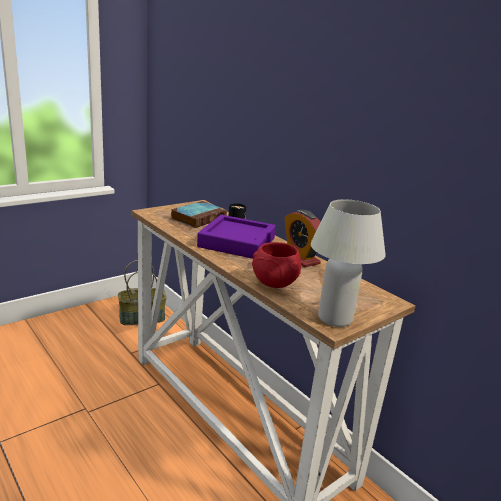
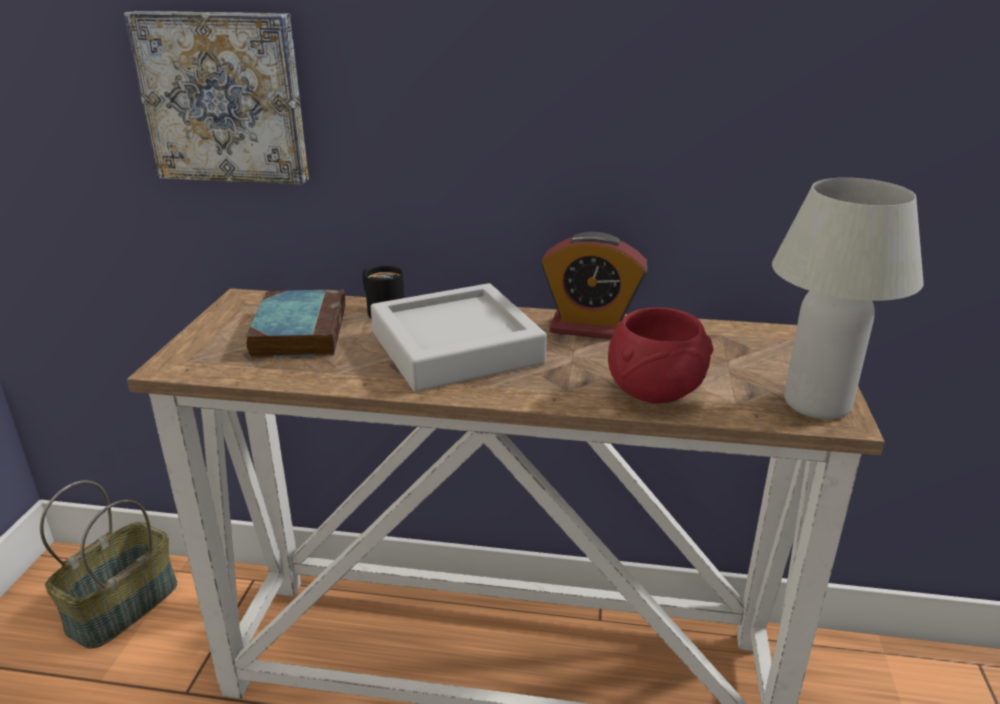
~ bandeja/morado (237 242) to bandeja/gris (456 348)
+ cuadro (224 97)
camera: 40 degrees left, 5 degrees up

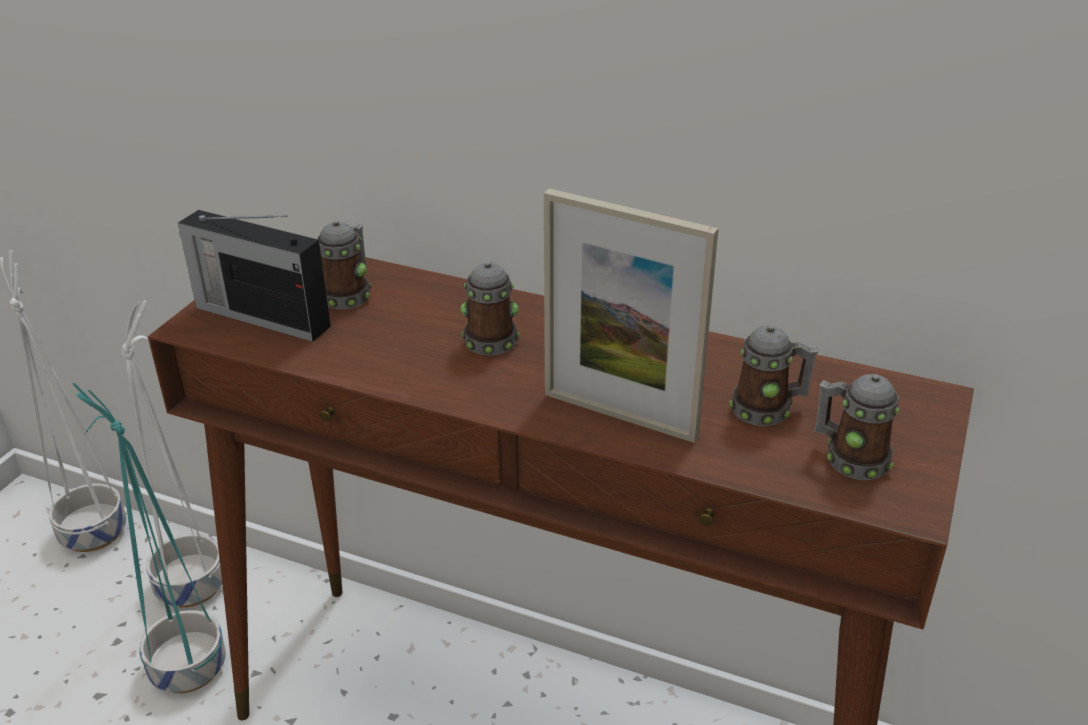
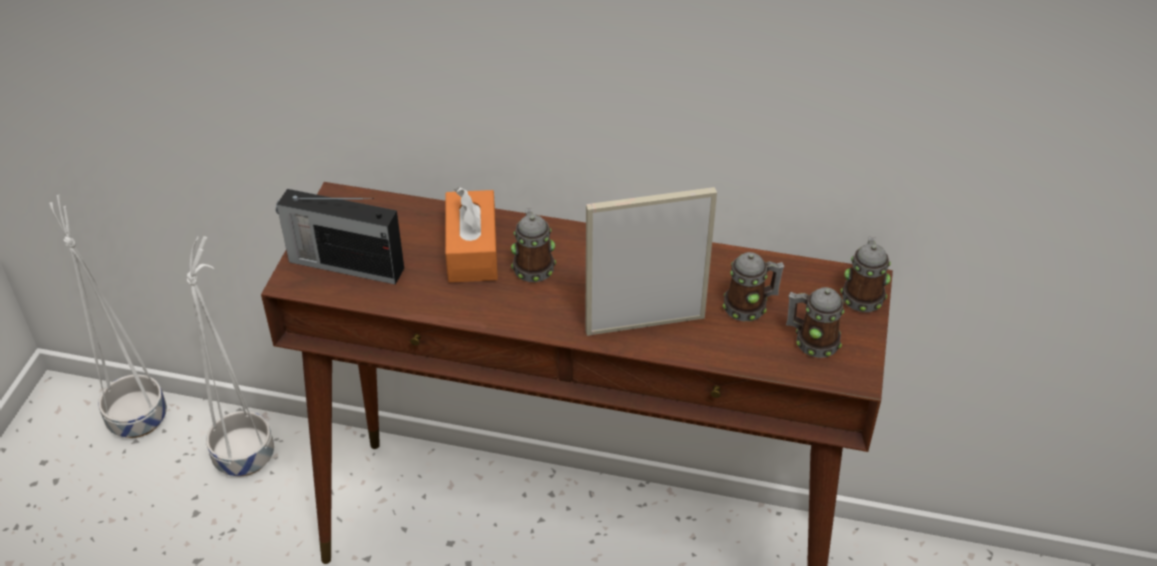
- maceta/turquesa (185 668)
~ taza grande (349 294) to (862 294)
~ portarretratos (619 415) = (645 324) 150 degrees clockwise
+ caja de pañuelos/naranja (472 250)
camera: 10 degrees left, 10 degrees up

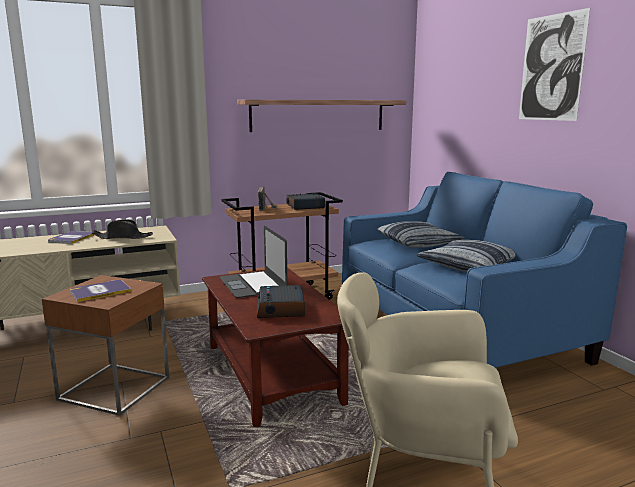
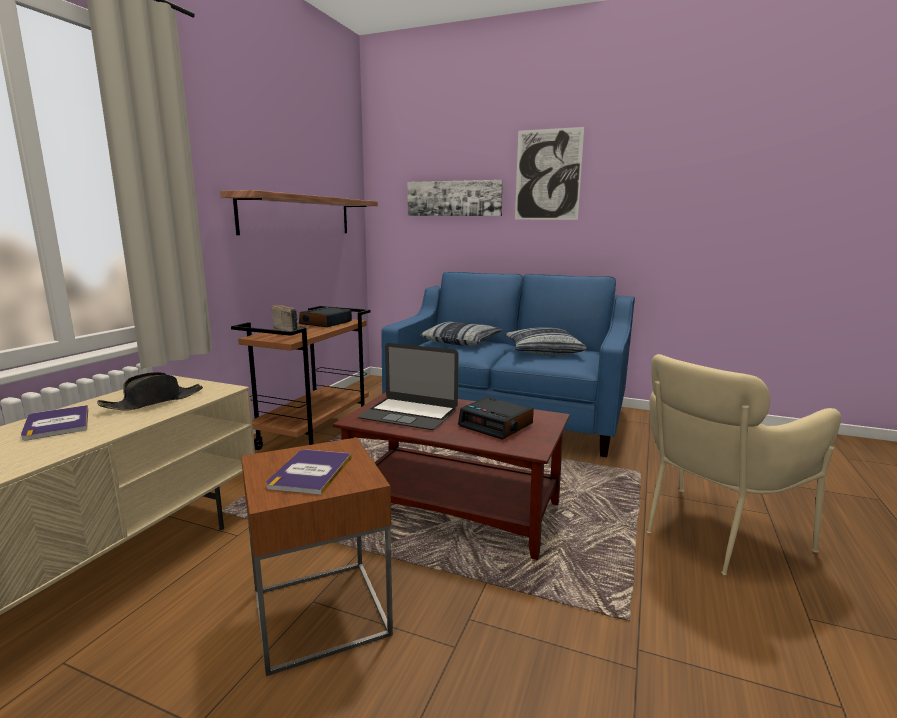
+ cuadro (454 198)
camera: 45 degrees left, 0 degrees up

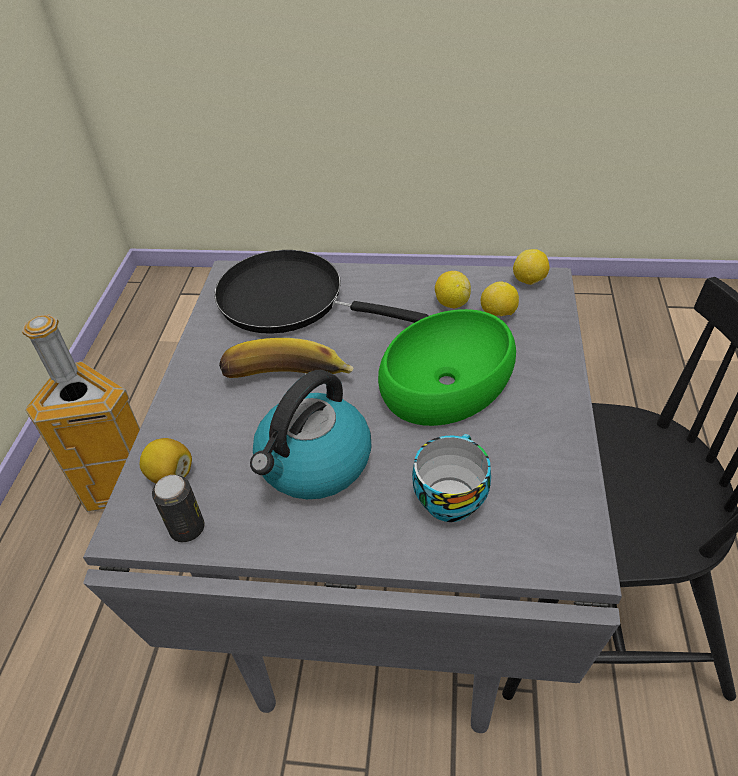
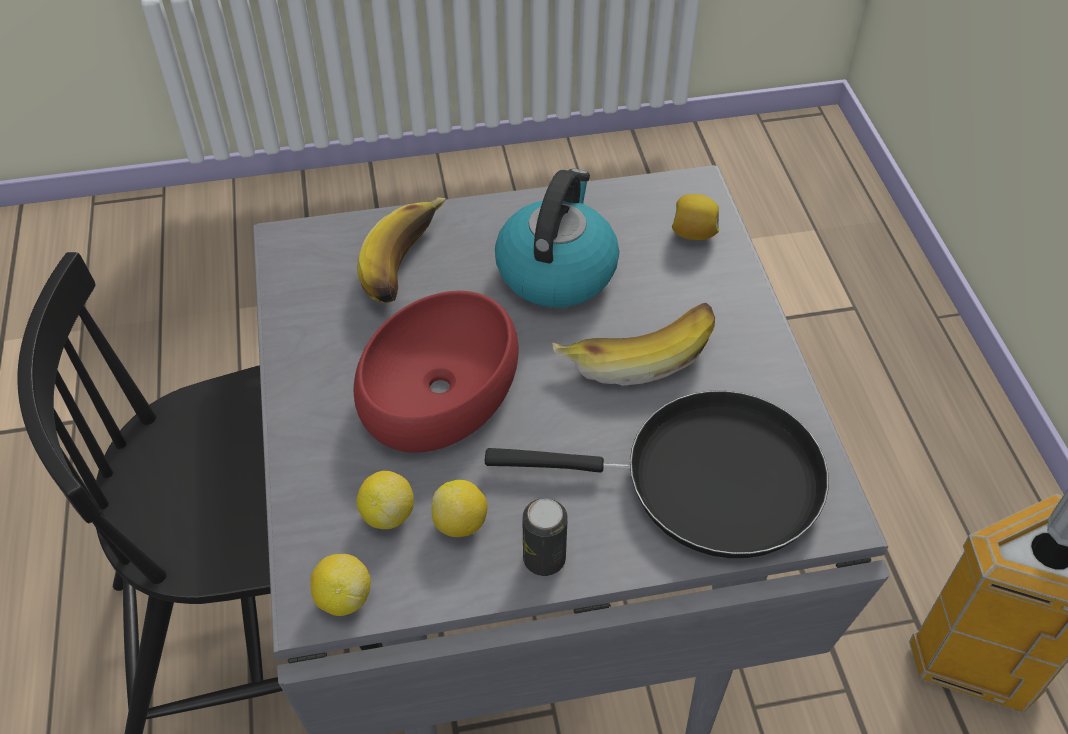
~ lata (187 528) to (544 559)
~ cuenco/verde (446 381) to cuenco/rojo (440 390)
~ taza (449 496) to plátano (411 266)
camera: 160 degrees right, 5 degrees up

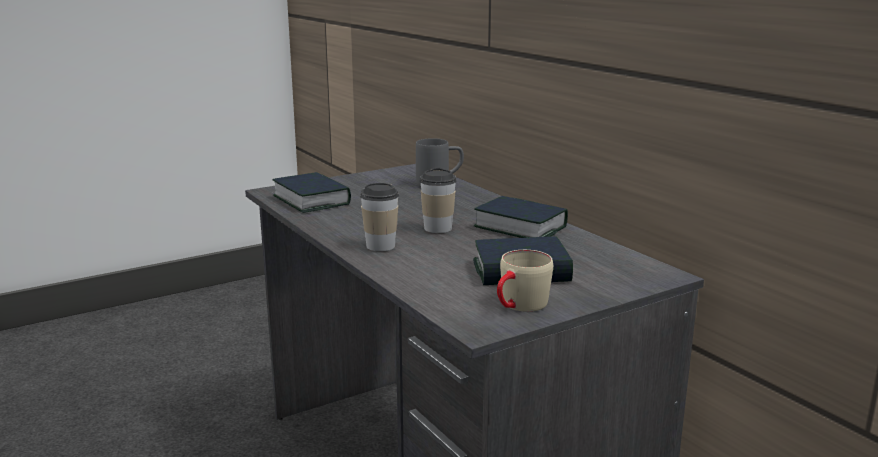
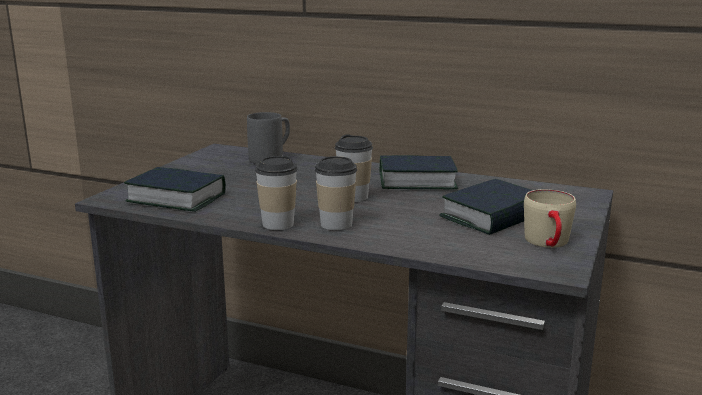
+ taza (278 224)
camera: 35 degrees left, 0 degrees up

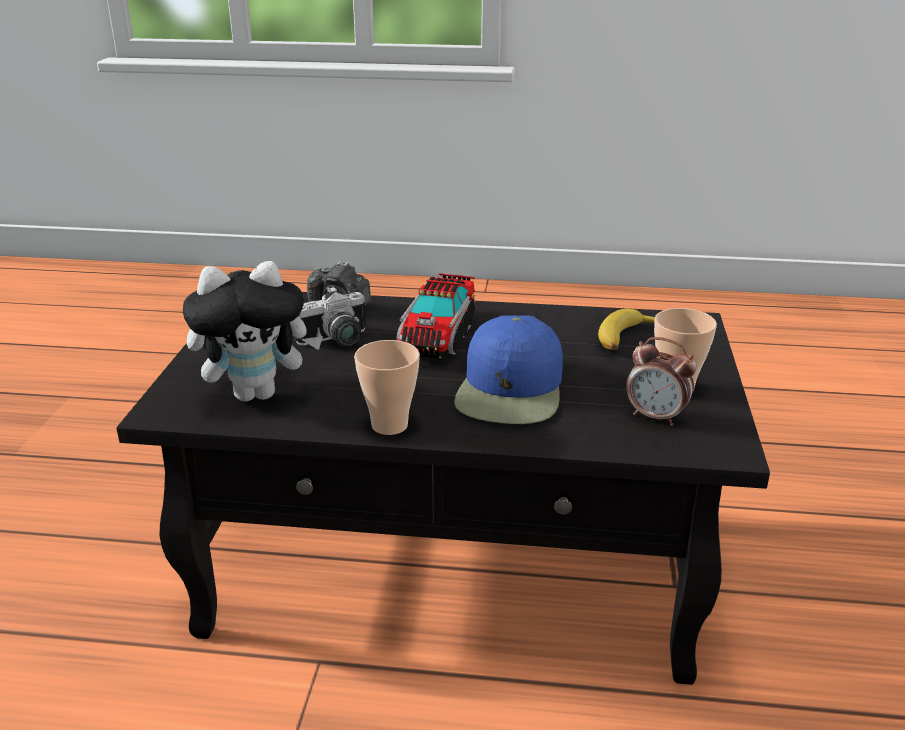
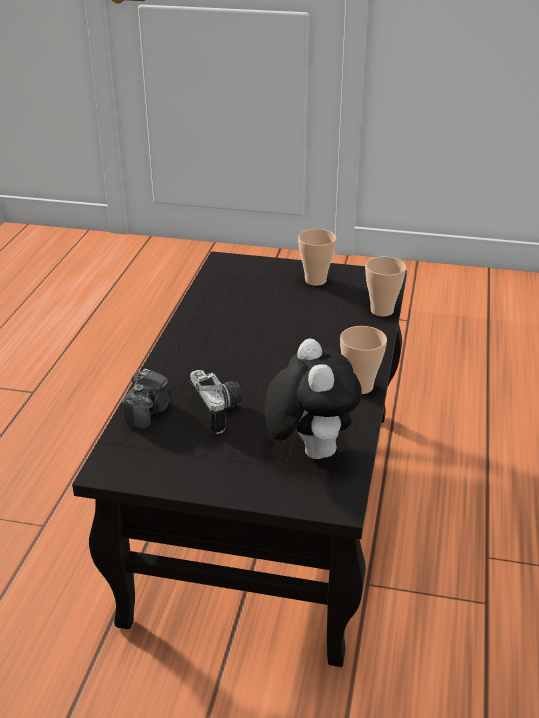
- camión de juguete (438 336)
- gorra/azul (511 390)
- plátano (625 339)
- despertador (656 417)
+ taza (382 311)
camera: 85 degrees left, 5 degrees up

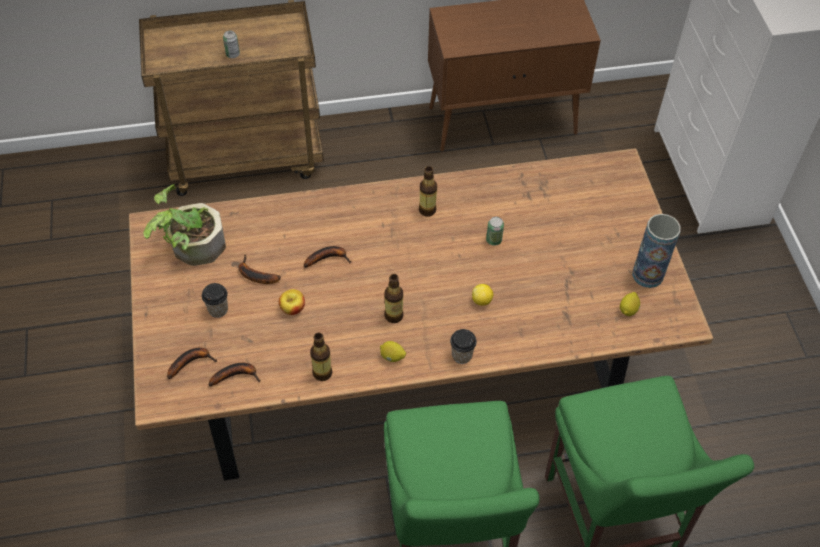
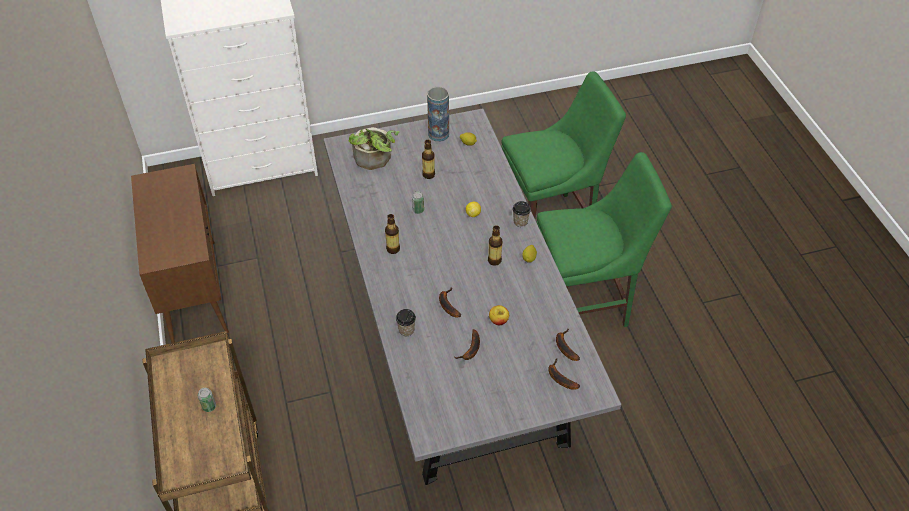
~ mesa de comedor/marrón (408 369) to mesa de comedor/gris (454 337)
~ planta en maceta (191 247) to (374 160)
~ taza (218 309) to (406 330)
~ botella (322 373) to (428 175)
camera: 95 degrees left, 5 degrees down

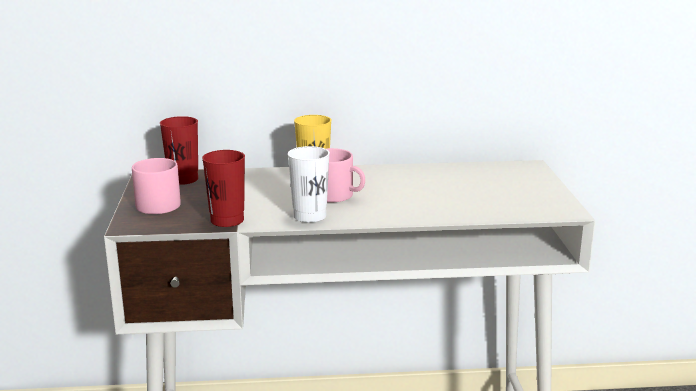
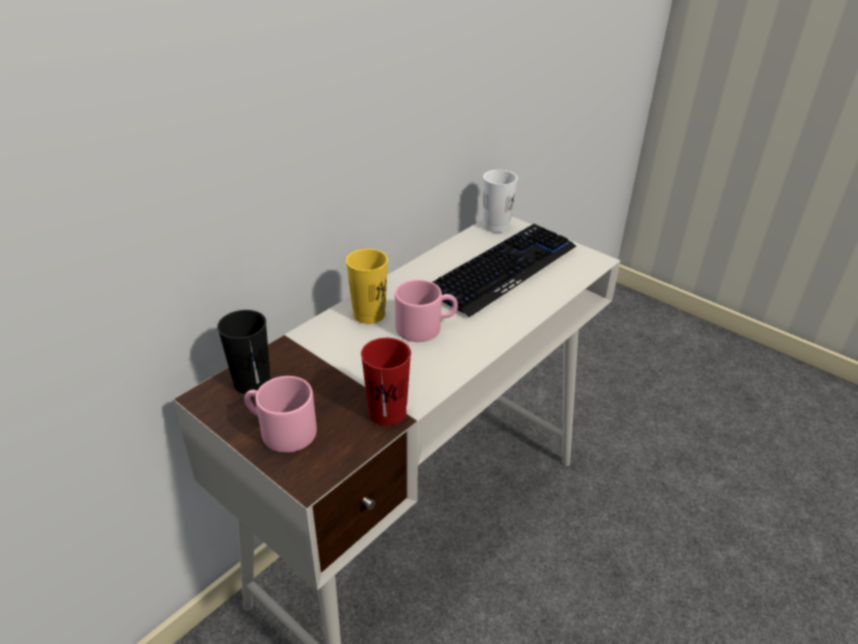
~ taza/rojo (183 179) to taza/negro (252 382)
~ taza/blanco (309 216) to (496 226)
+ teclado (502 269)
camera: 45 degrees left, 15 degrees up

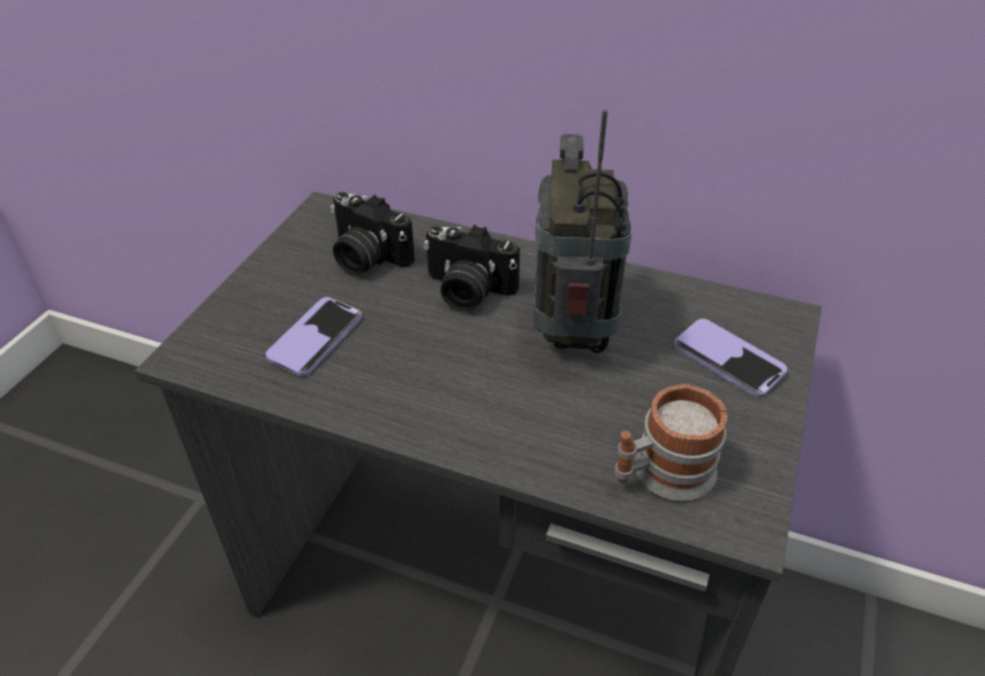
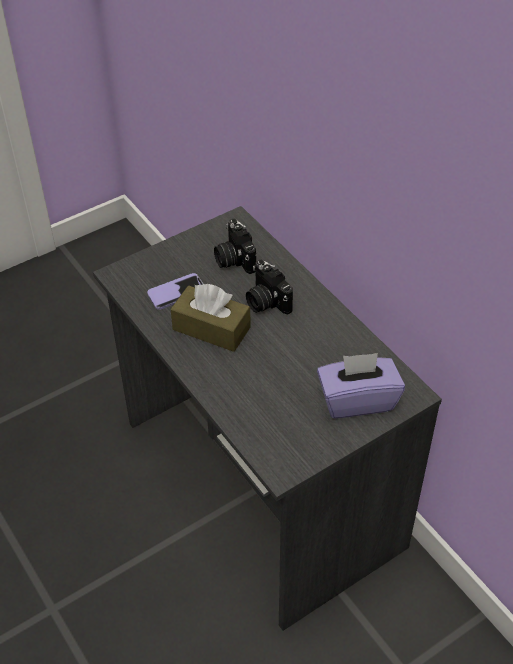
- radio (573 332)
- taza grande (662 474)
~ móvil (728 360) to caja de pañuelos/morado (357 400)
+ caja de pañuelos/marrón (211 328)
camera: 35 degrees right, 5 degrees up

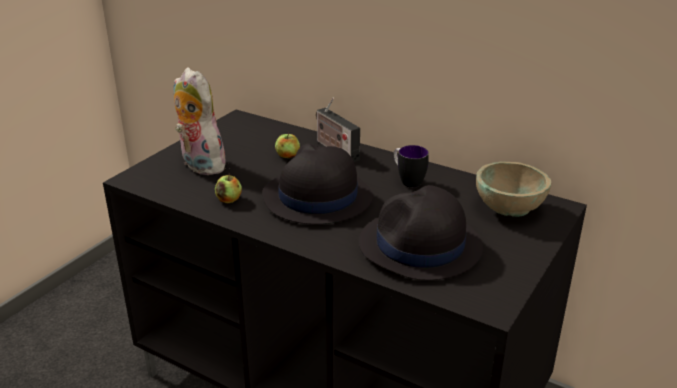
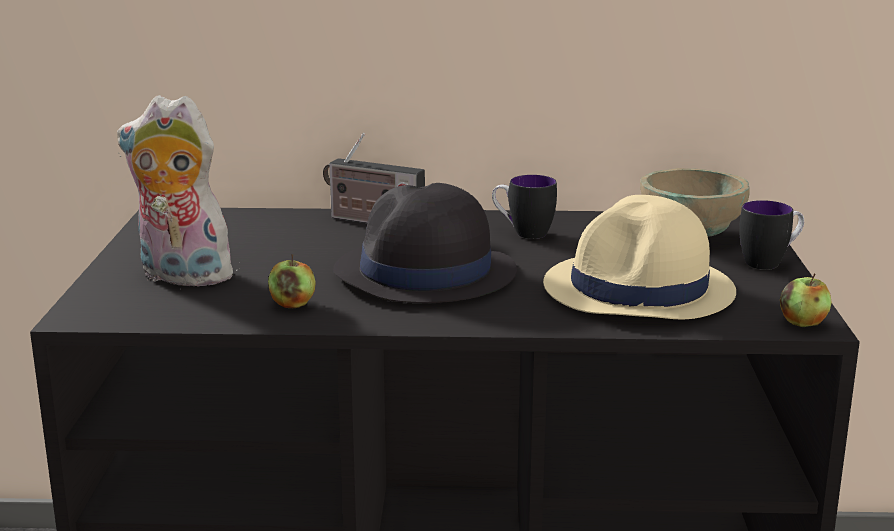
~ manzana (287 156) to (803 323)
~ sombrero/negro (420 246) to sombrero/beis (639 291)
+ taza grande (770 263)
camera: 30 degrees left, 10 degrees down

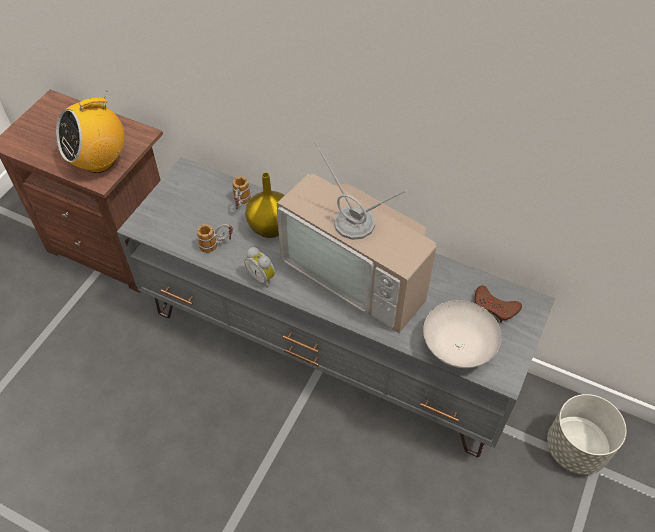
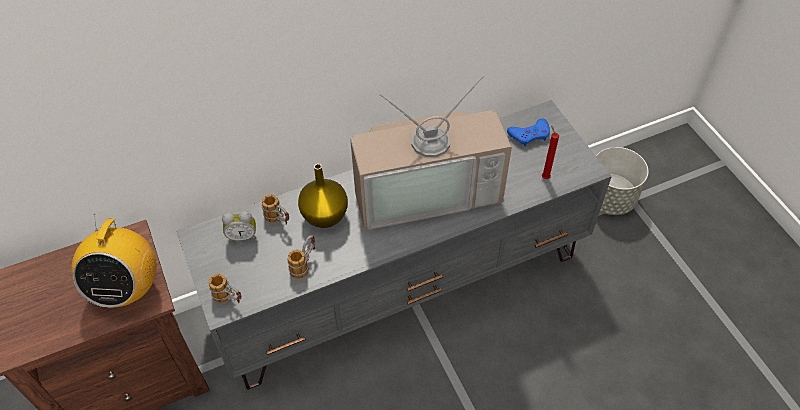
~ despertador (262 277) to (242 236)
~ cuenco/blanco (459 347) to vela/rojo (544 177)
~ mando de consola/marrón (495 307) to mando de consola/azul (530 135)
+ taza grande (229 299)
camera: 50 degrees left, 0 degrees up

